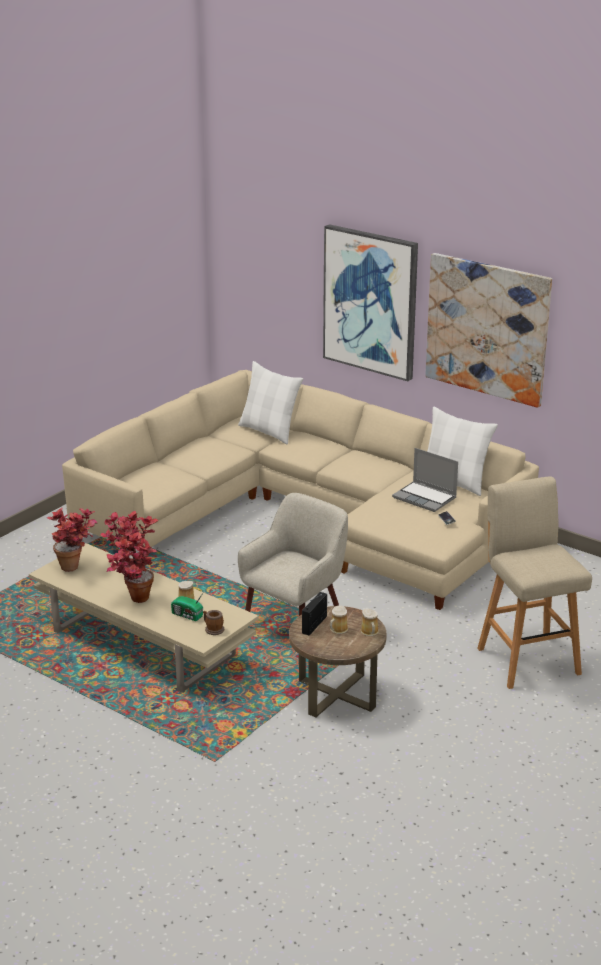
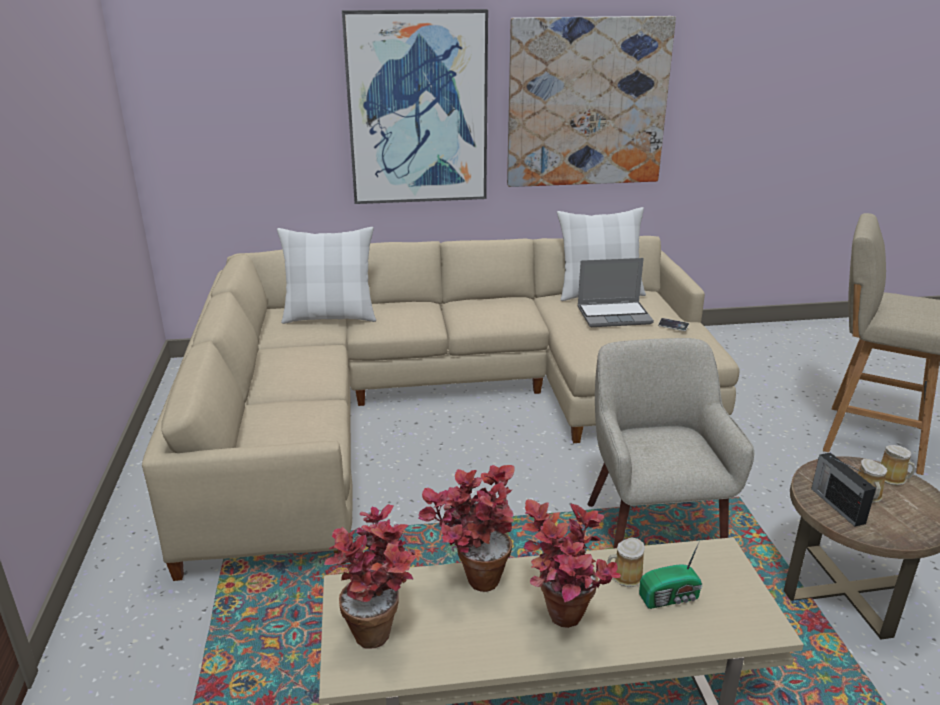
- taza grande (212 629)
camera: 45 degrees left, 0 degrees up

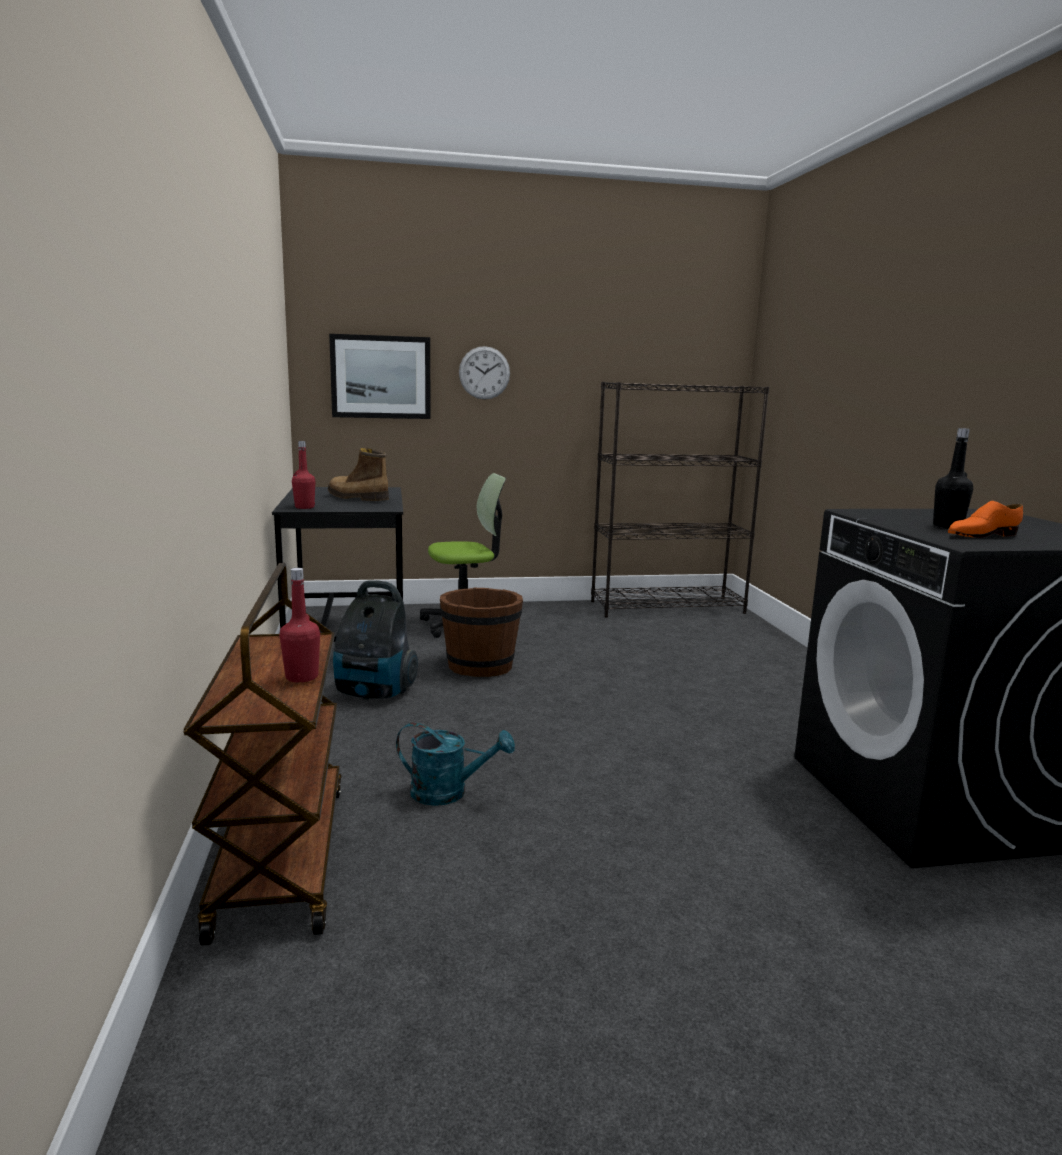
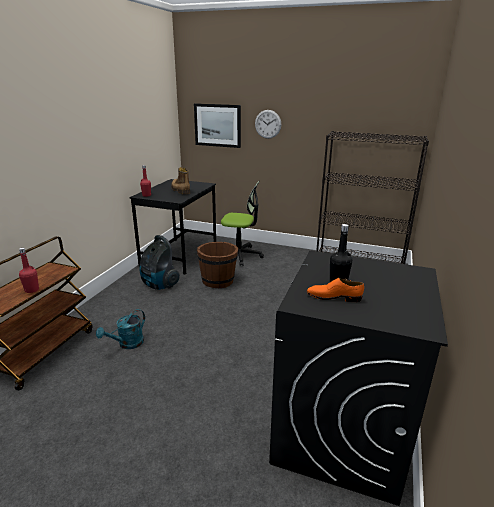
~ regadera/turquesa (449 793) = (127 344) 90 degrees clockwise
camera: 30 degrees right, 10 degrees up

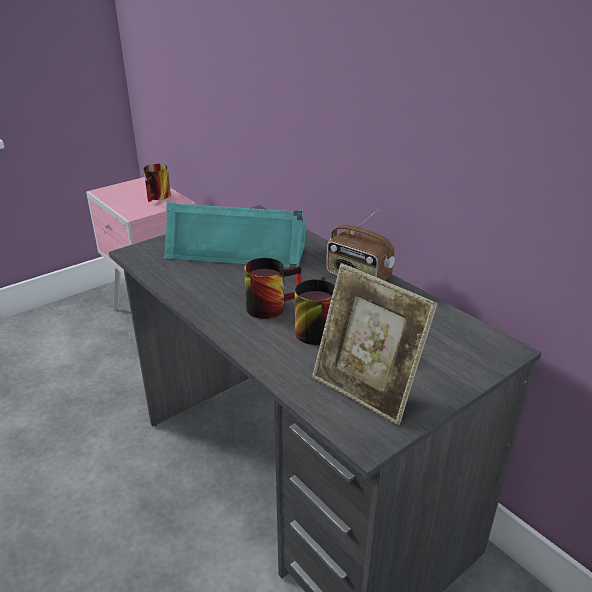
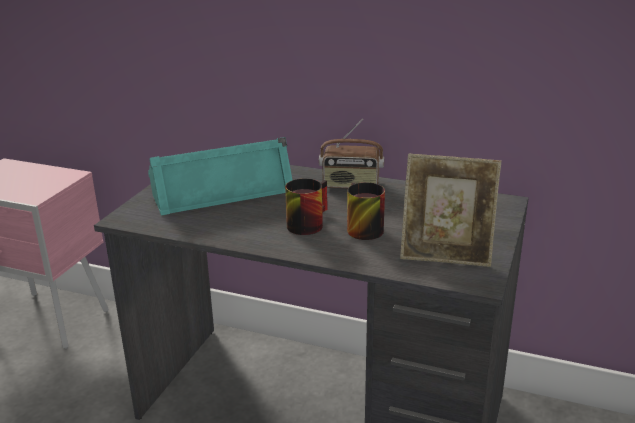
- taza grande (159 197)
camera: 30 degrees left, 5 degrees down

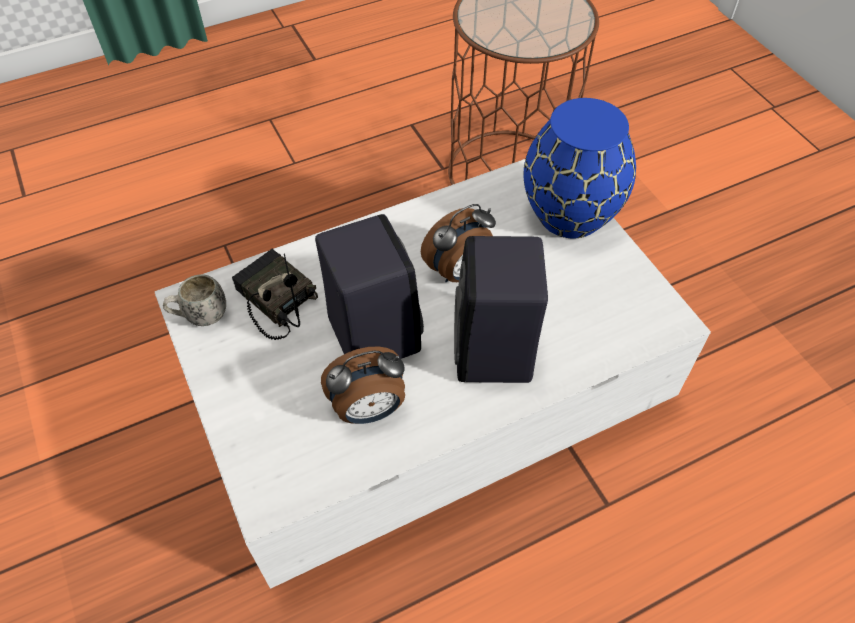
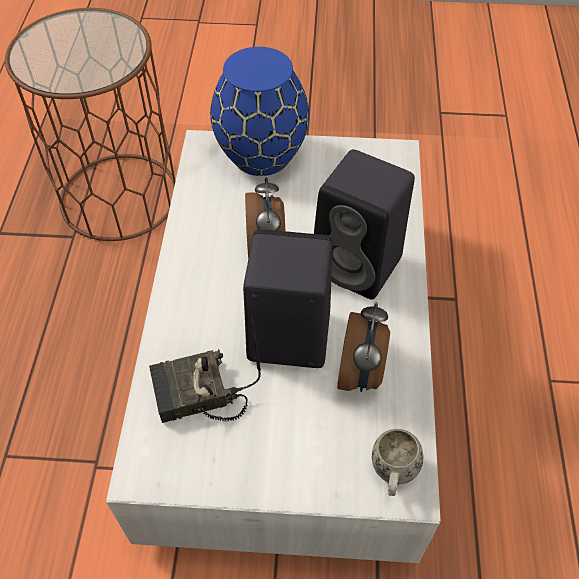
~ taza grande/blanco (200 316) to (393 474)
camera: 60 degrees left, 0 degrees up

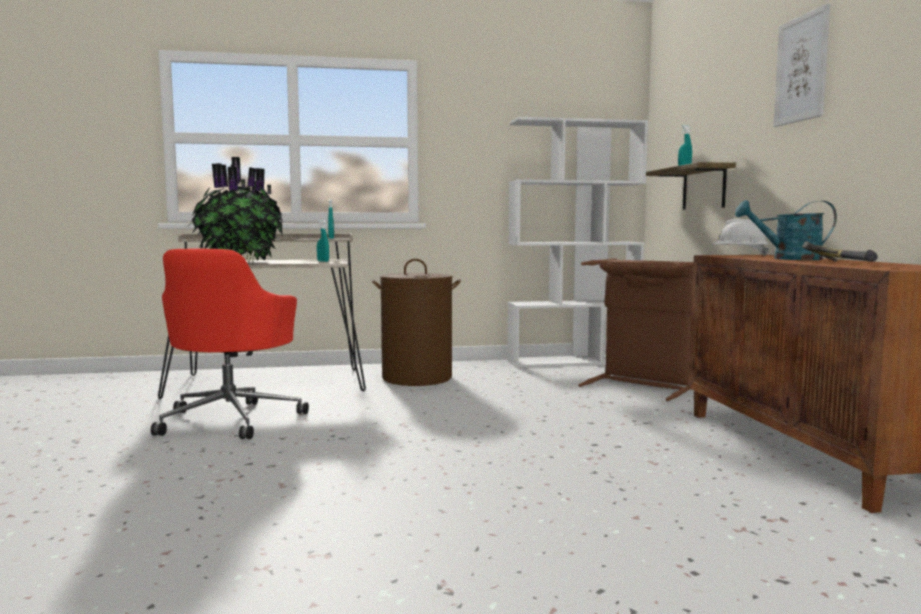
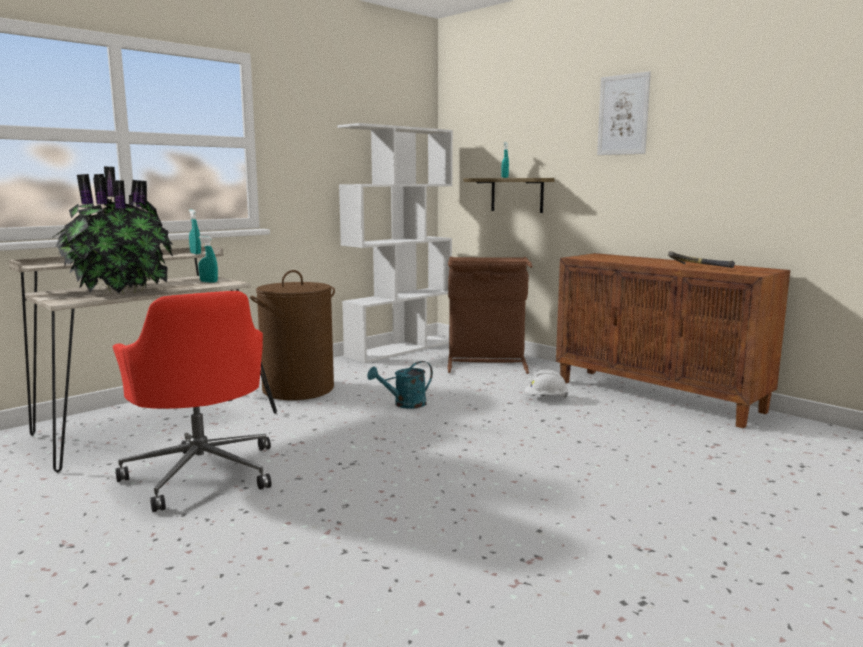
~ casco/blanco (738 255) to (546 398)
~ regadera/turquesa (788 259) to (404 404)
camera: 35 degrees left, 5 degrees up

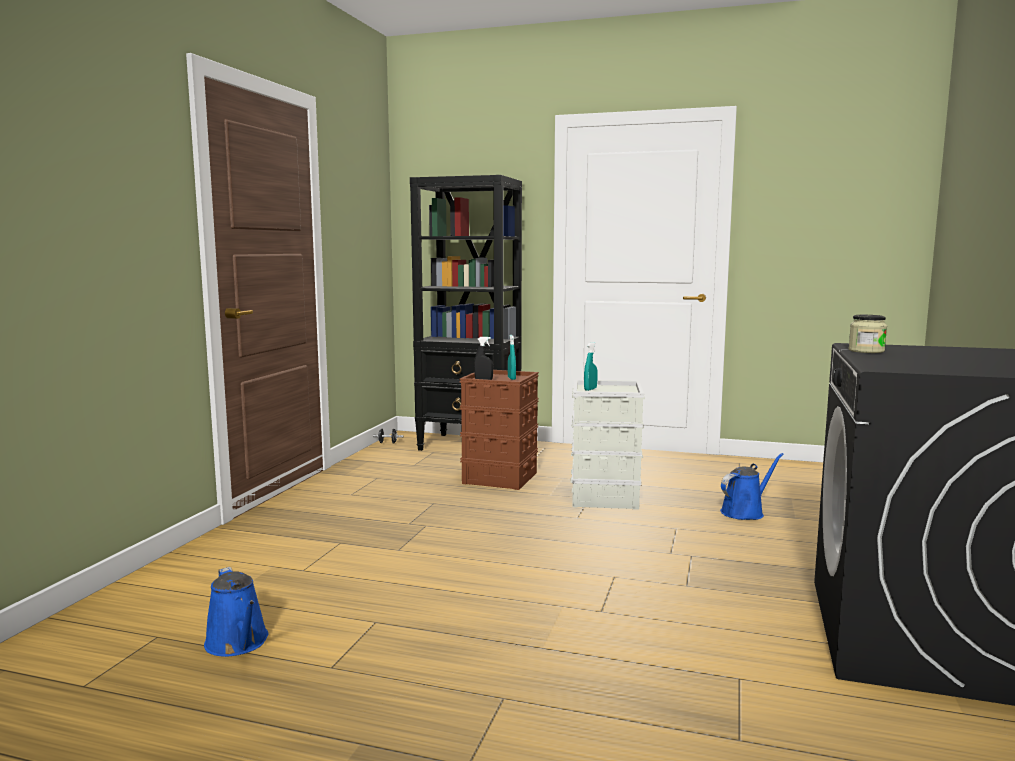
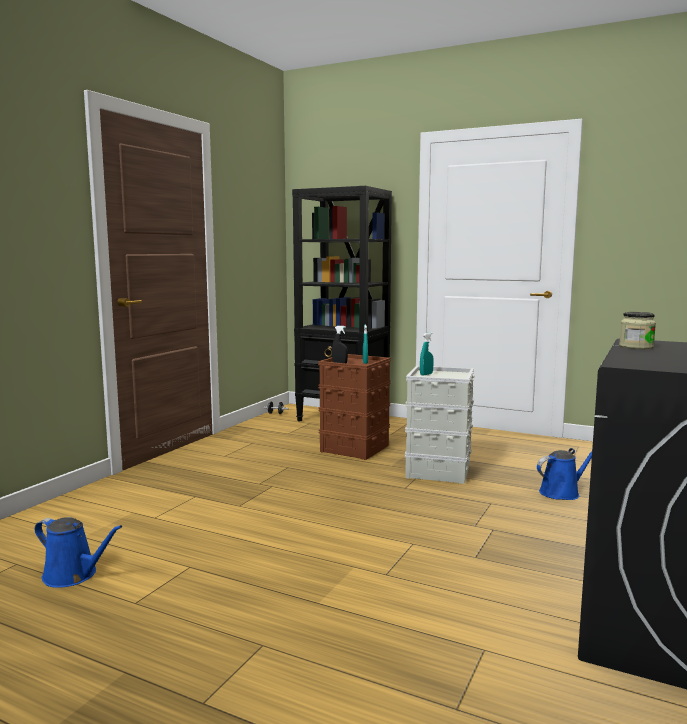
~ regadera/azul (238 643) = (74 575) 45 degrees counterclockwise
camera: 10 degrees right, 0 degrees up

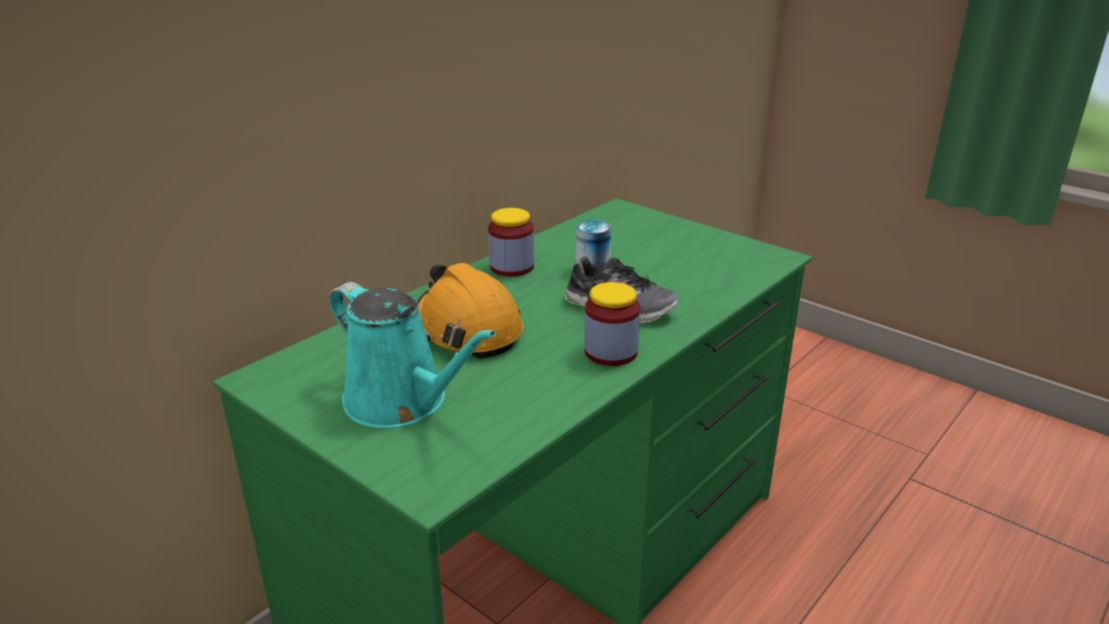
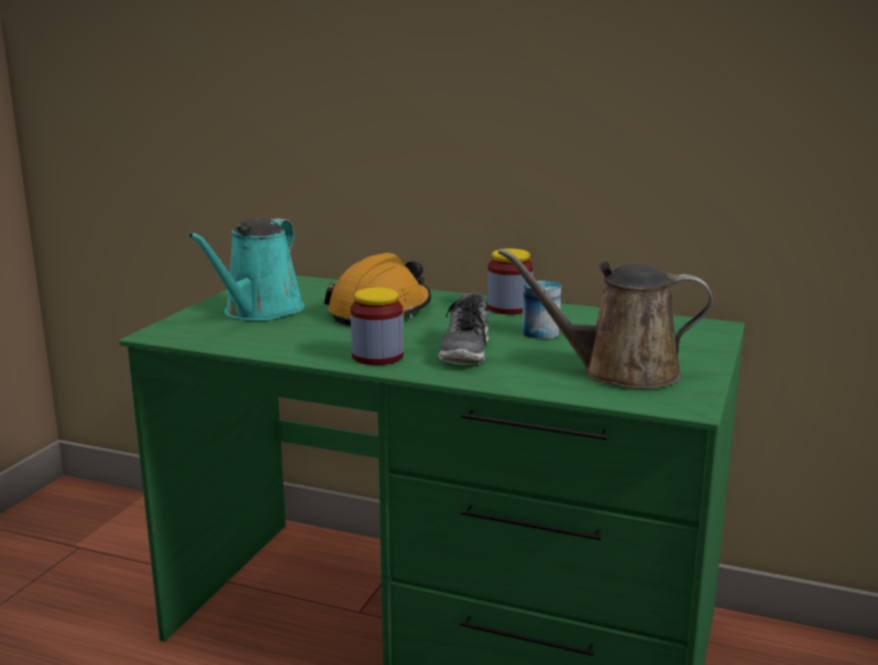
+ regadera/marrón (619 372)
camera: 70 degrees right, 10 degrees down

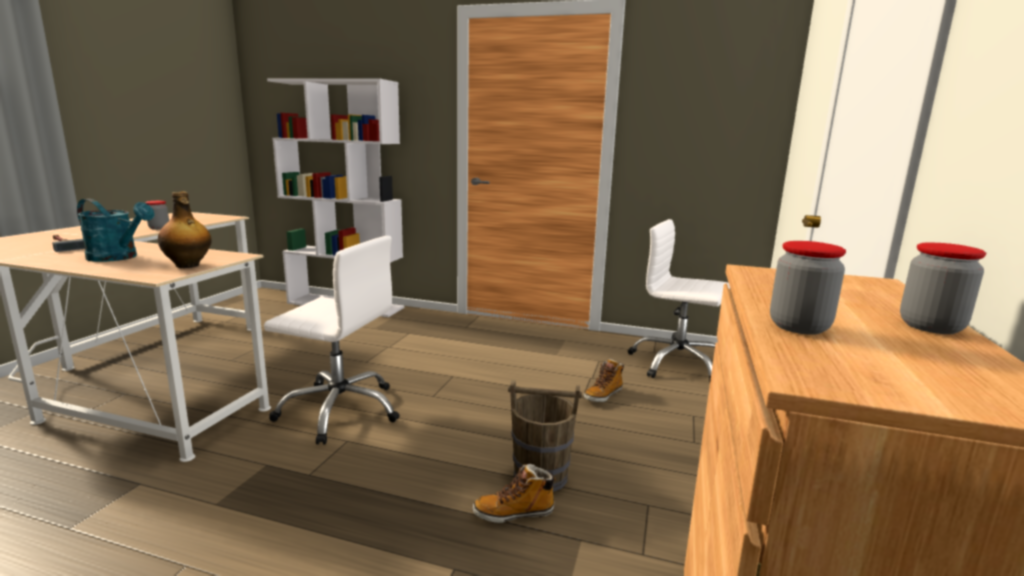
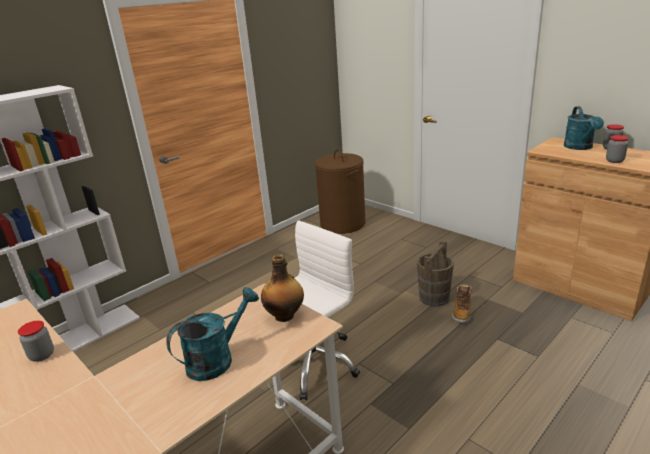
- martillo (64 245)
- bota (603 395)
~ silla de oficina/blanco (677 363) to cesto de la ropa/marrón (342 224)
+ regadera/turquesa (580 147)
camera: 60 degrees left, 10 degrees up

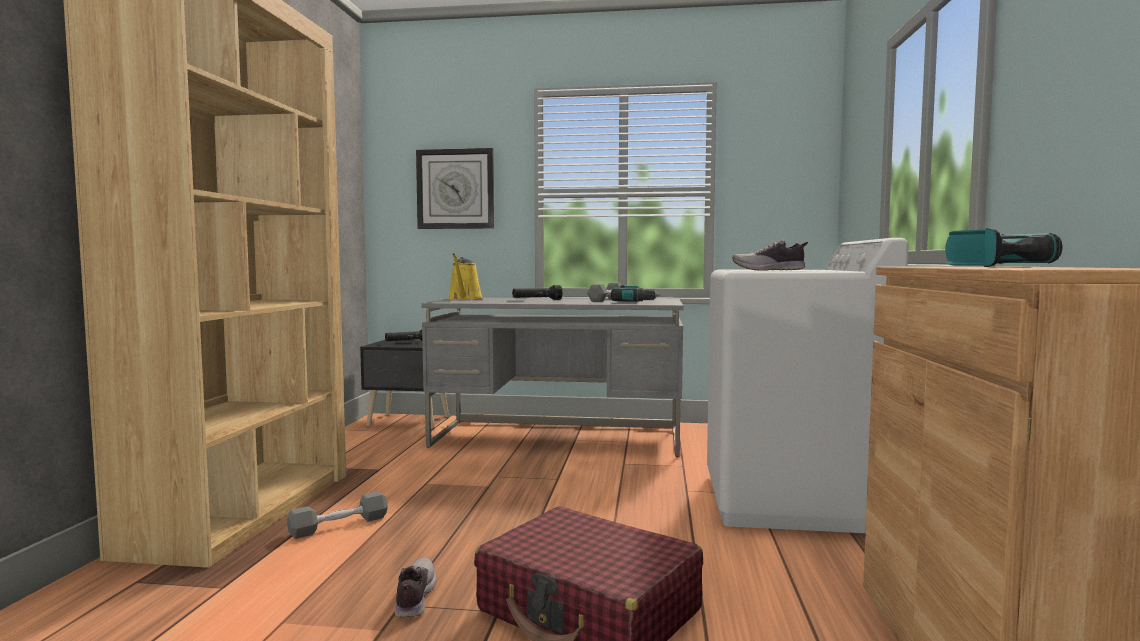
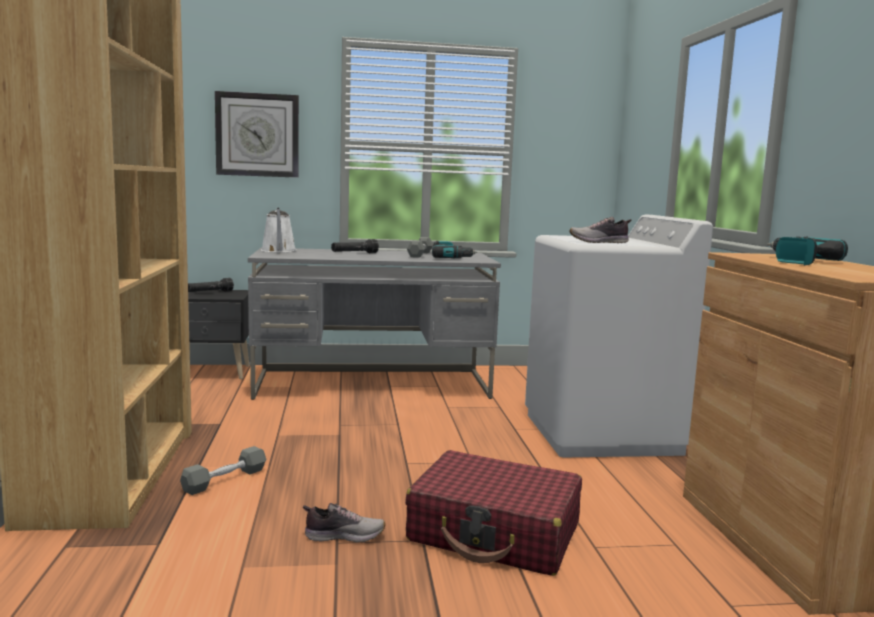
~ zapato (414 597) = (344 536) 105 degrees clockwise
~ regadera/amarillo (464 299) to regadera/blanco (278 251)
camera: 15 degrees left, 5 degrees up

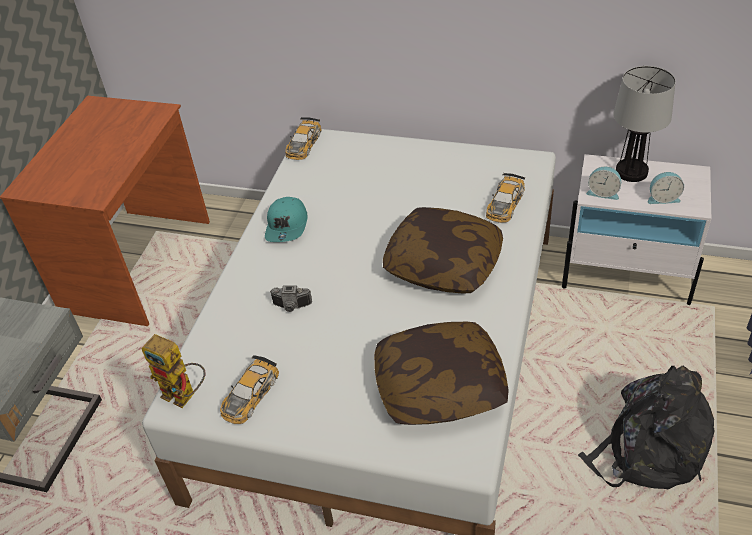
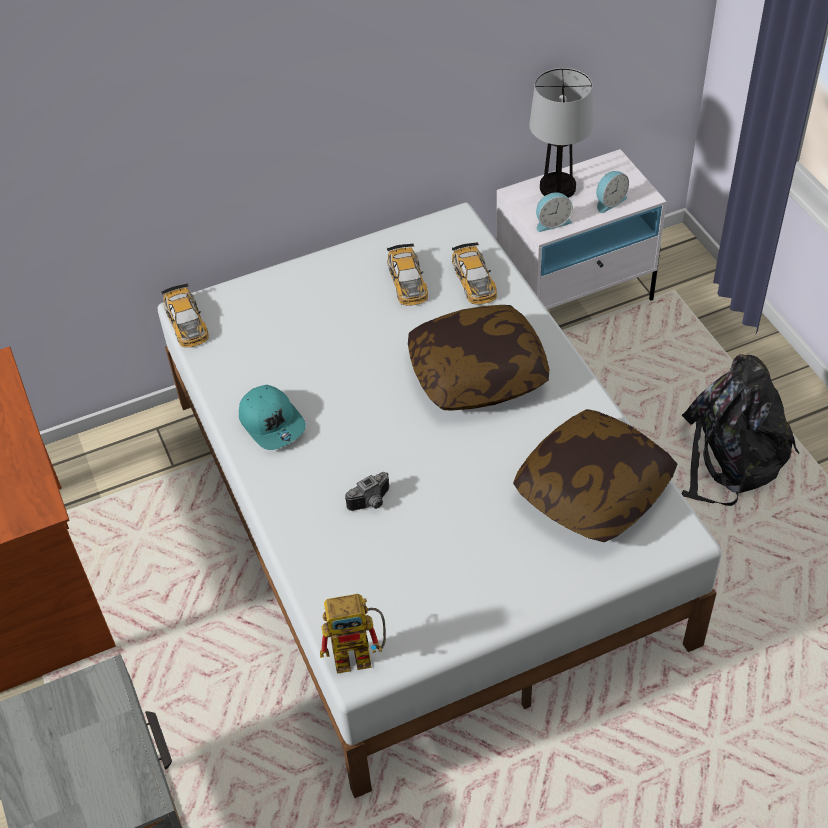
~ coche de juguete (250 395) to (407 281)
camera: 40 degrees left, 5 degrees up

